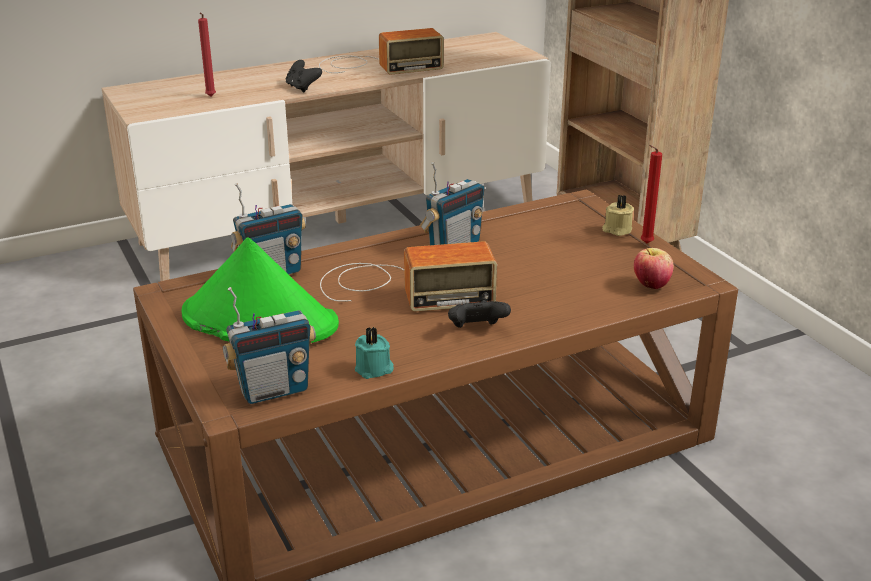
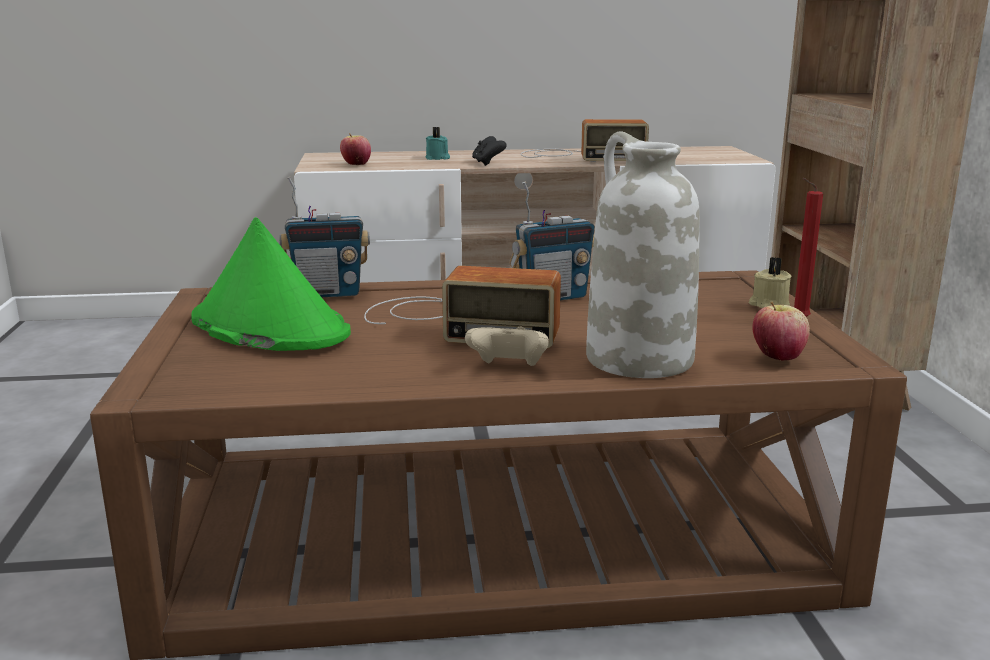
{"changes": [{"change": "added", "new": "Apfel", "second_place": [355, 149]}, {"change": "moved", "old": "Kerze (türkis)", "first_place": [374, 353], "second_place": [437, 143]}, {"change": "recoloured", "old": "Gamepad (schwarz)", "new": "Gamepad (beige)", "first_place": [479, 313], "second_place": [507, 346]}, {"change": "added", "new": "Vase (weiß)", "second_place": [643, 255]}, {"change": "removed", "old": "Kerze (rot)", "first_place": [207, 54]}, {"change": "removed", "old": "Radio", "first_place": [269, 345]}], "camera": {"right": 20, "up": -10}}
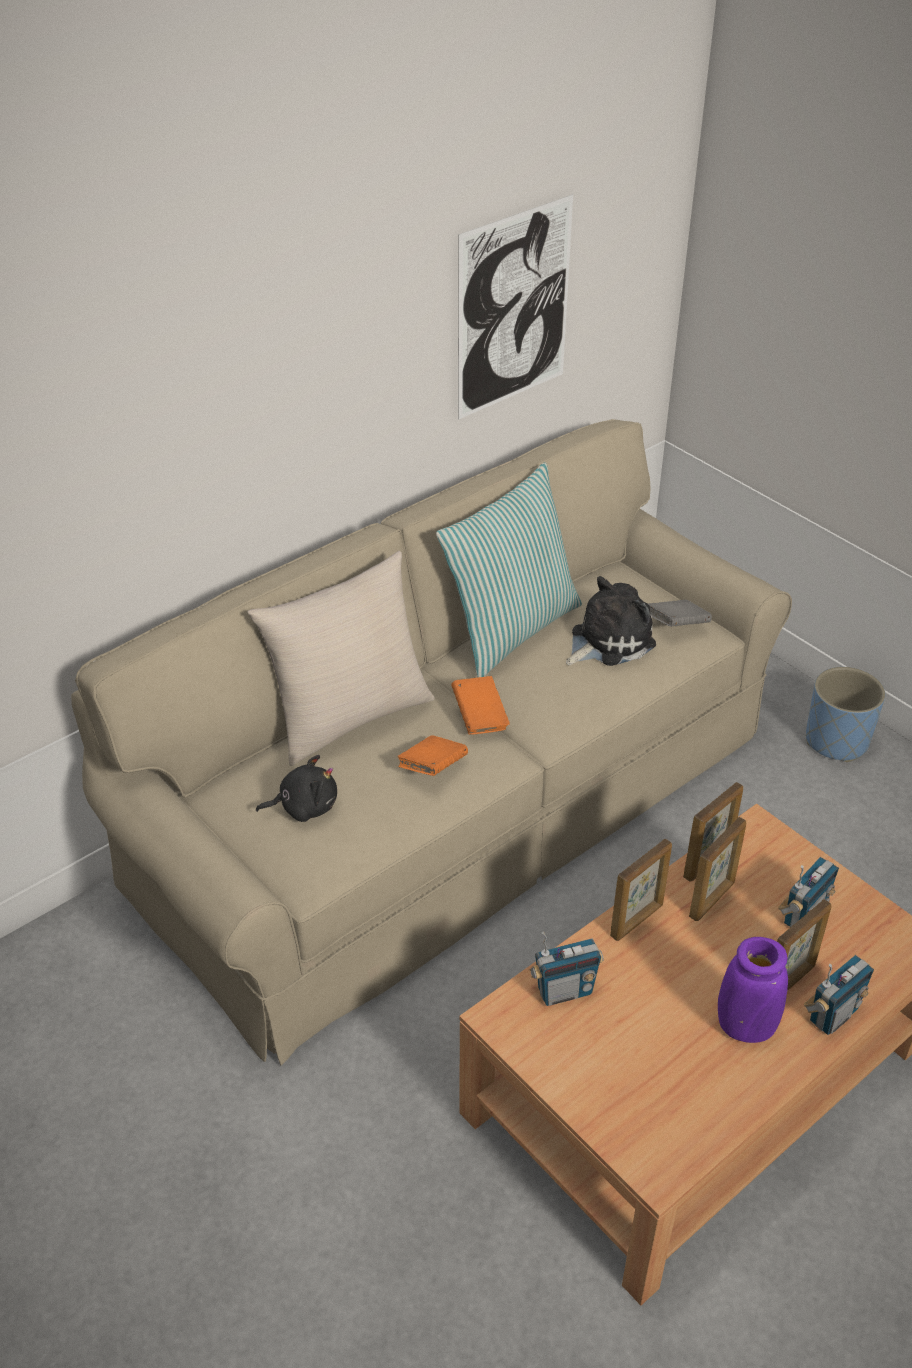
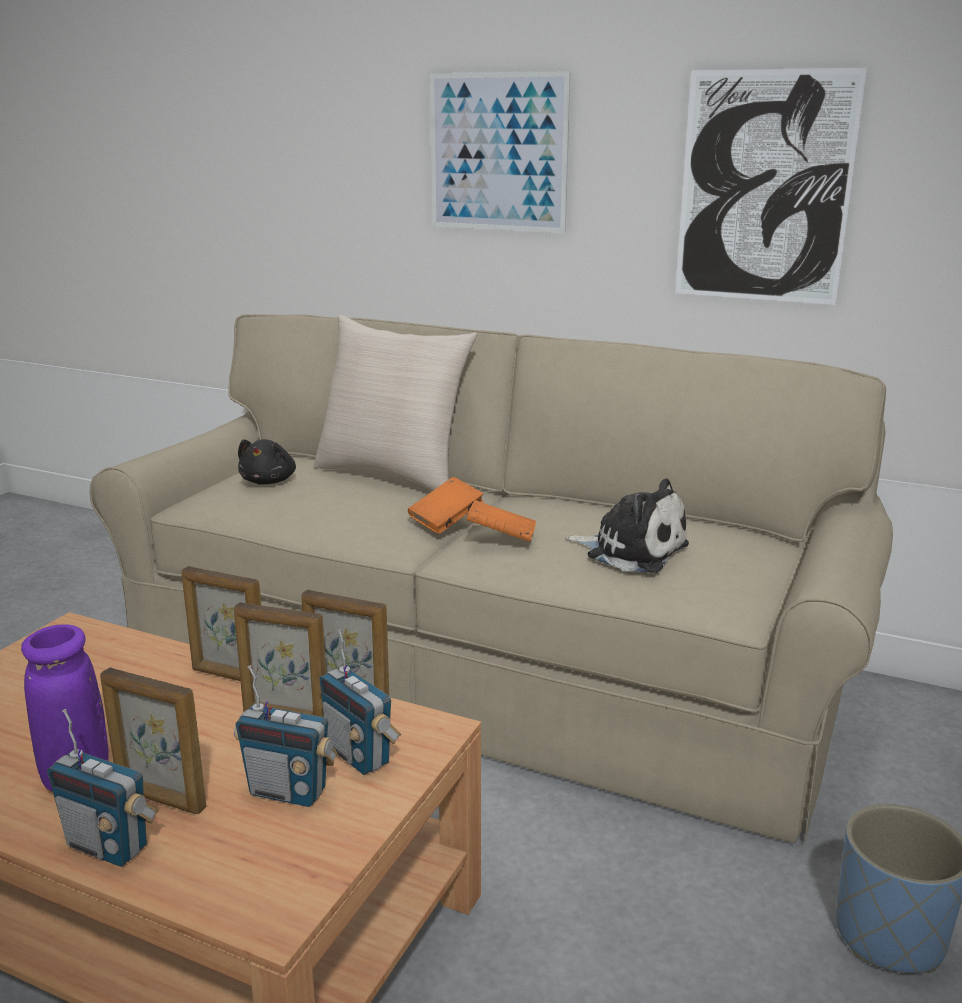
{"changes": [{"change": "turned", "old": "Plüschtier (schwarz)", "first_place": [296, 788], "second_place": [267, 461], "degrees": 45}, {"change": "moved", "old": "Radio", "first_place": [566, 968], "second_place": [360, 702]}, {"change": "added", "new": "Bild", "second_place": [500, 152]}, {"change": "moved", "old": "Buch (orange)", "first_place": [432, 755], "second_place": [501, 521]}, {"change": "removed", "old": "Kissen", "first_place": [509, 570]}, {"change": "removed", "old": "Buch (grau)", "first_place": [680, 613]}], "camera": {"right": 65, "up": -20}}
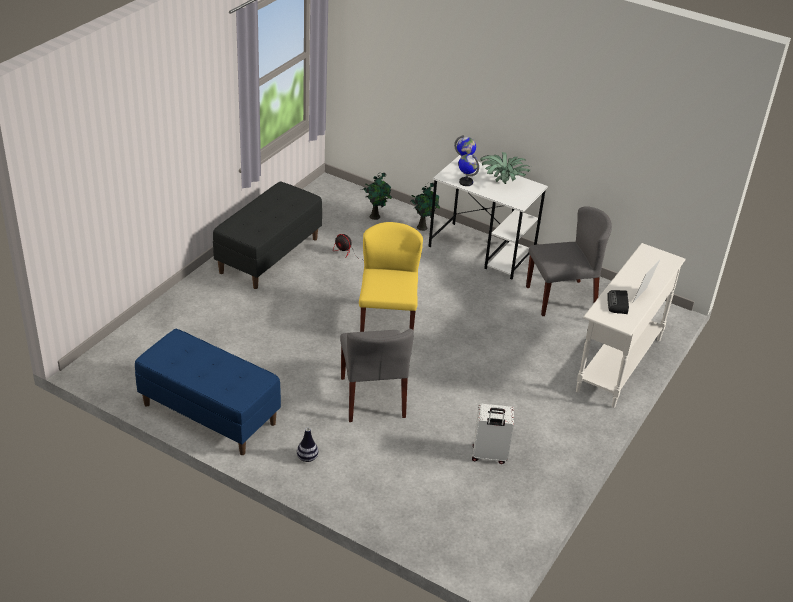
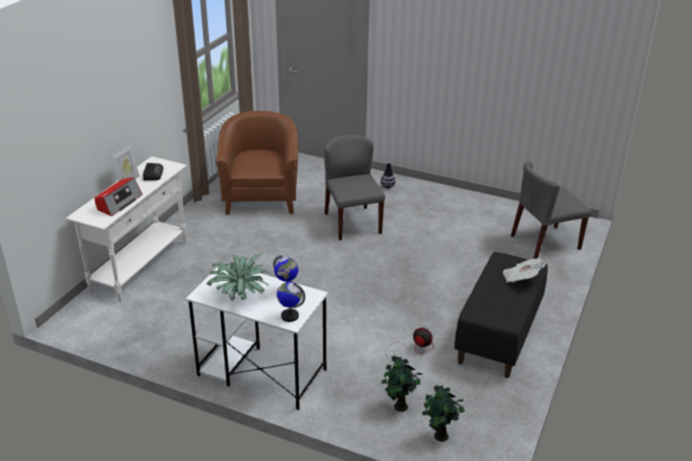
{"changes": [{"change": "added", "new": "Radio", "second_place": [118, 196]}, {"change": "replaced", "old": "Koffer (weiß)", "new": "Sessel (braun)", "first_place": [493, 434], "second_place": [257, 163]}, {"change": "moved", "old": "Topfpflanze", "first_place": [425, 207], "second_place": [443, 413]}, {"change": "added", "new": "Zeitung", "second_place": [524, 270]}, {"change": "moved", "old": "Stuhl (grau)", "first_place": [569, 261], "second_place": [551, 210]}, {"change": "removed", "old": "Bank (blau)", "first_place": [208, 392]}, {"change": "removed", "old": "Stuhl (gelb)", "first_place": [391, 277]}], "camera": {"right": 175, "up": -5}}
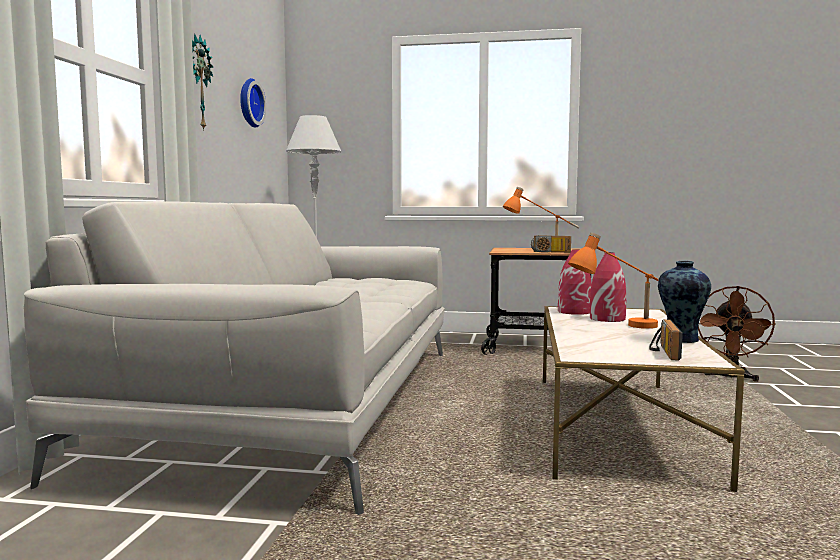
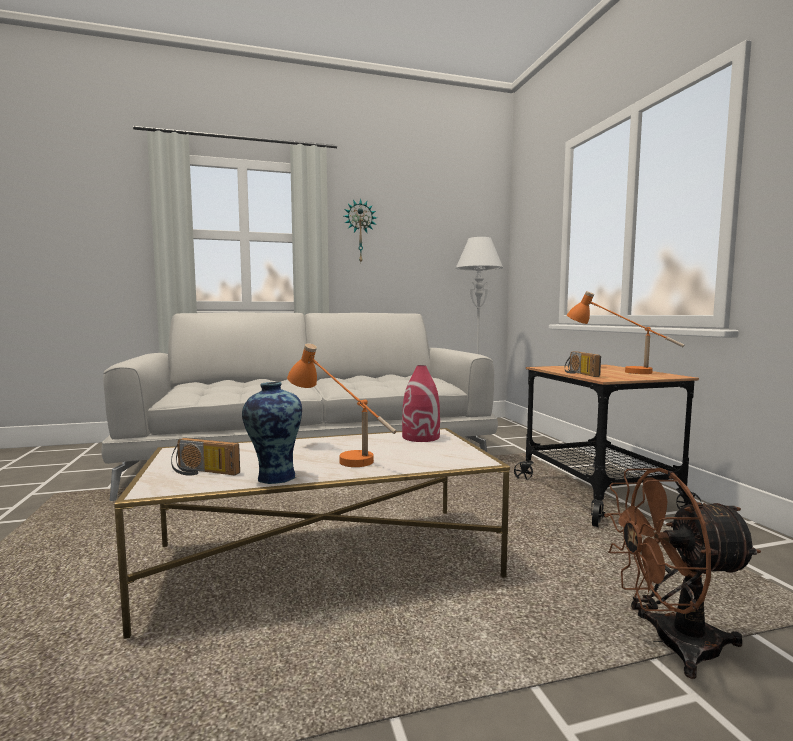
{"changes": [{"change": "turned", "old": "Radio", "first_place": [666, 340], "second_place": [205, 456], "degrees": -150}, {"change": "removed", "old": "Wanduhr", "first_place": [253, 103]}, {"change": "removed", "old": "Vase (rot)", "first_place": [608, 287]}], "camera": {"right": 65, "up": 0}}
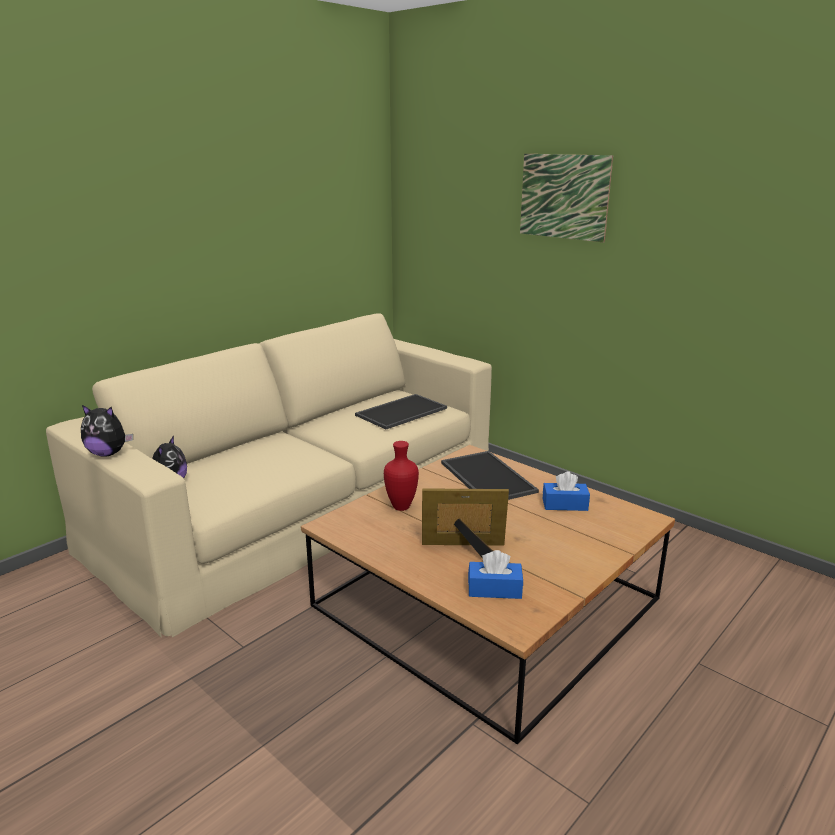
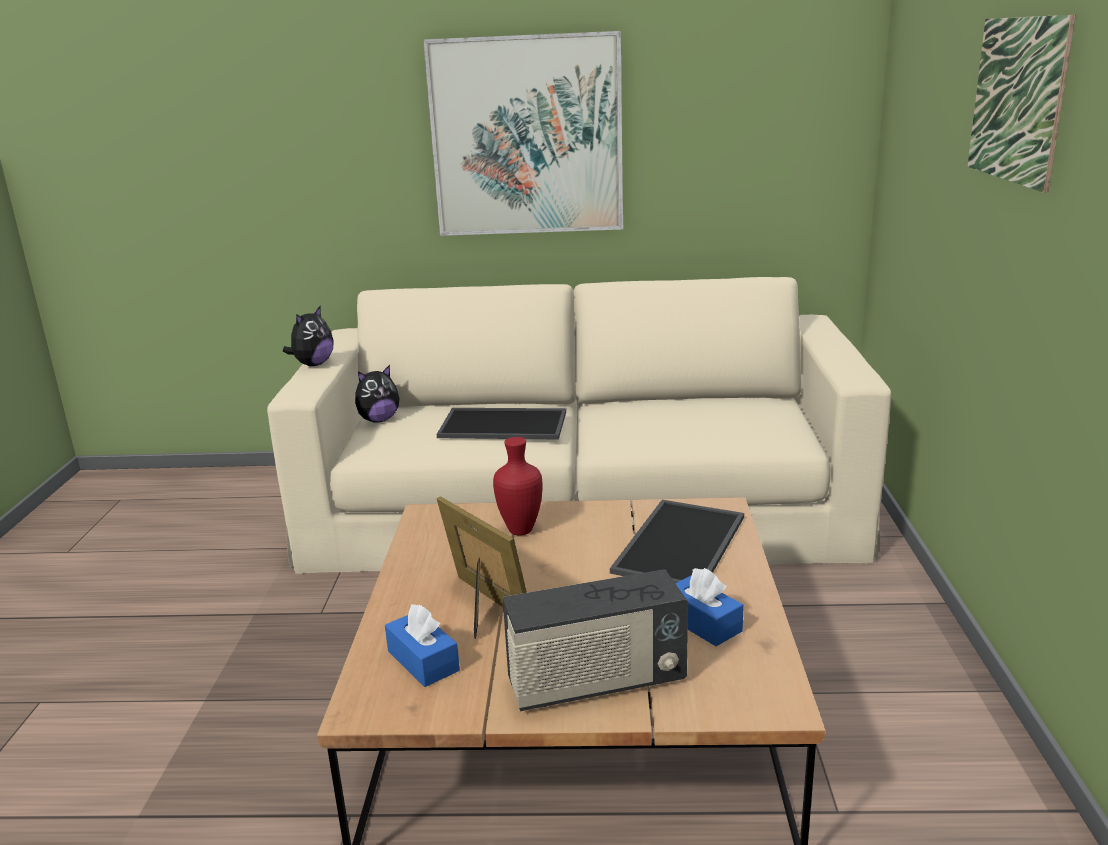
{"changes": [{"change": "turned", "old": "Plüschtier", "first_place": [107, 431], "second_place": [308, 336], "degrees": -120}, {"change": "added", "new": "Bild", "second_place": [523, 133]}, {"change": "moved", "old": "Tablett", "first_place": [401, 411], "second_place": [501, 424]}, {"change": "added", "new": "Radio", "second_place": [595, 640]}], "camera": {"right": 50, "up": 0}}
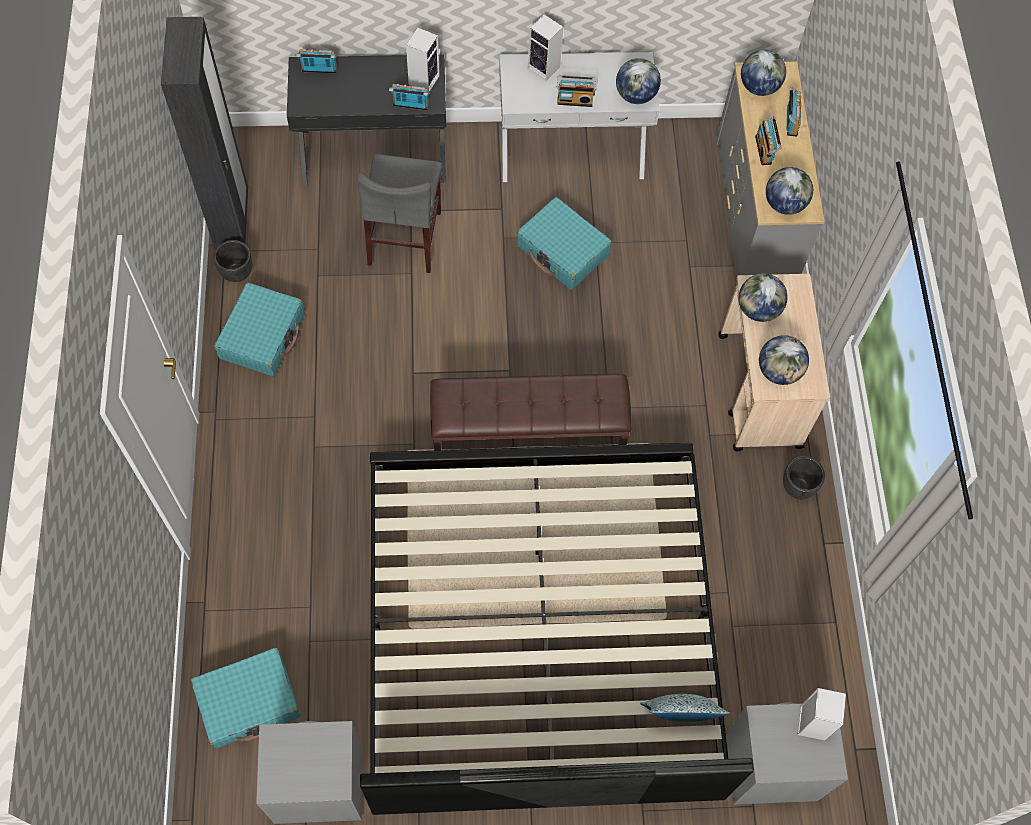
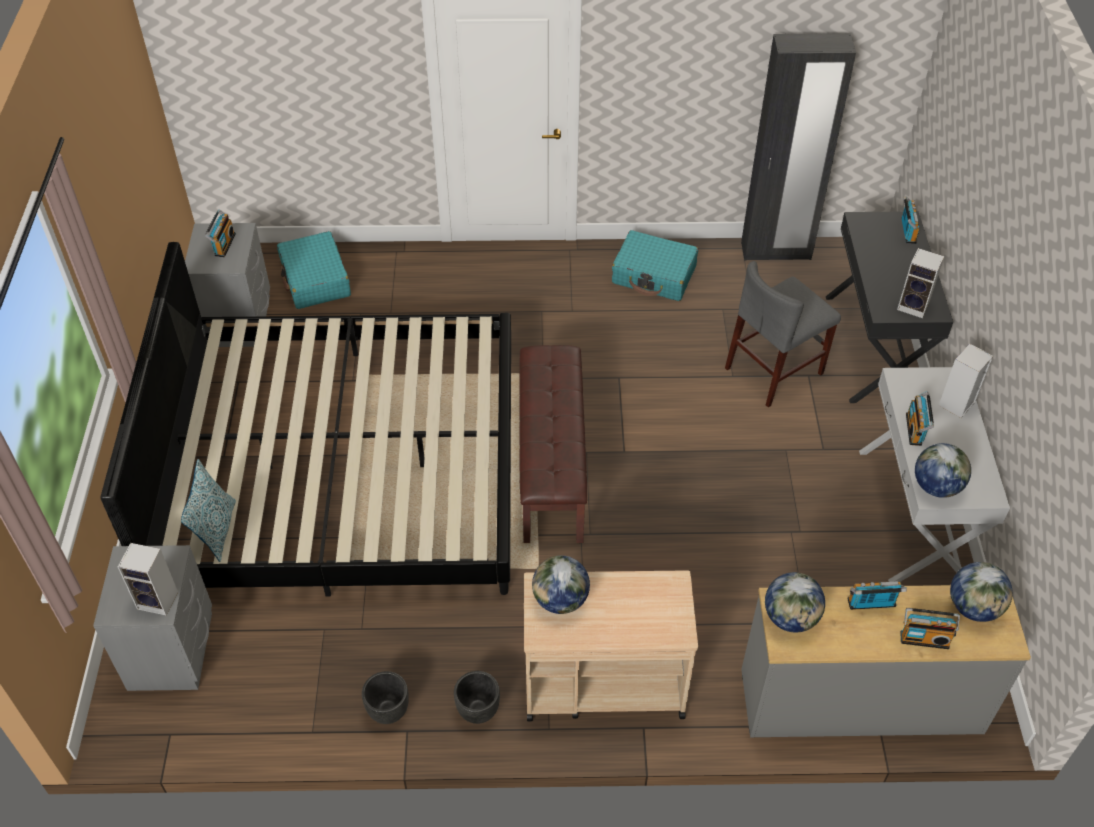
{"changes": [{"change": "moved", "old": "Radio", "first_place": [409, 97], "second_place": [220, 233]}, {"change": "moved", "old": "Pflanzkübel (schwarz)", "first_place": [233, 261], "second_place": [385, 697]}, {"change": "turned", "old": "Stuhl (grau)", "first_place": [399, 213], "second_place": [783, 334], "degrees": -45}, {"change": "removed", "old": "Koffer (türkis)", "first_place": [564, 243]}, {"change": "removed", "old": "Globus", "first_place": [763, 297]}], "camera": {"right": 95, "up": -15}}
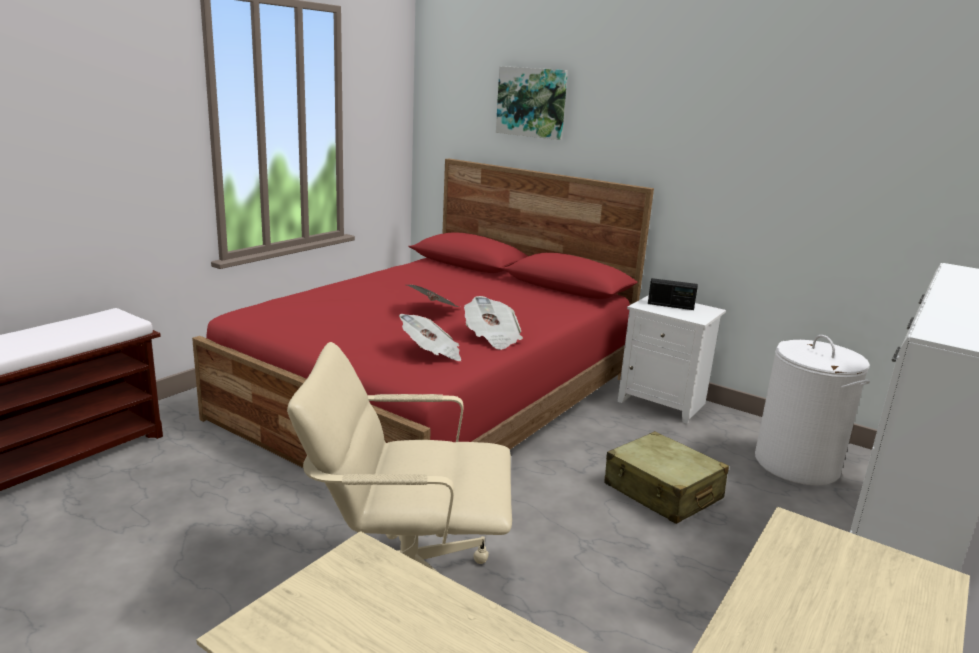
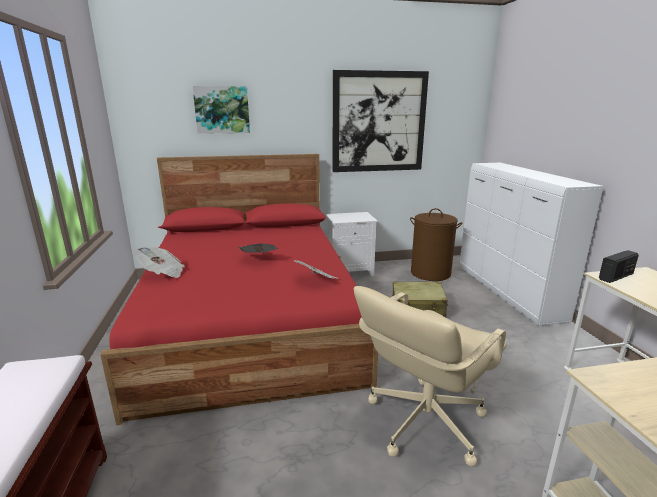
{"changes": [{"change": "moved", "old": "Zeitung", "first_place": [493, 323], "second_place": [160, 262]}, {"change": "added", "new": "Bild", "second_place": [380, 121]}, {"change": "recoloured", "old": "Wäschekorb (weiß)", "new": "Wäschekorb (braun)", "first_place": [812, 410], "second_place": [436, 244]}, {"change": "moved", "old": "Radio", "first_place": [673, 294], "second_place": [619, 266]}], "camera": {"right": -45, "up": 0}}
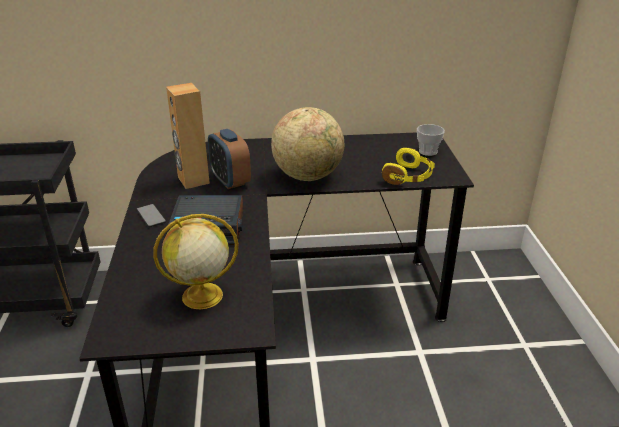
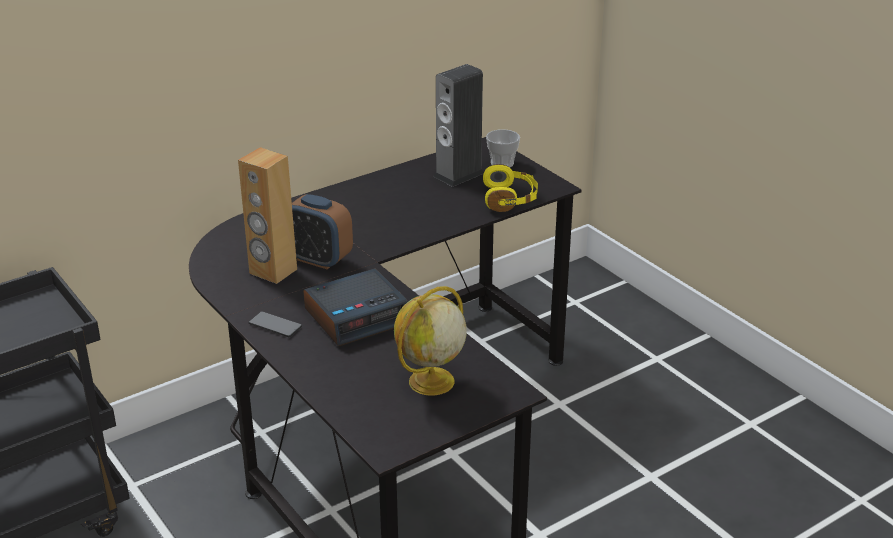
{"changes": [{"change": "added", "new": "Lautsprecher", "second_place": [458, 125]}, {"change": "removed", "old": "Globus", "first_place": [307, 144]}], "camera": {"right": -30, "up": 0}}
